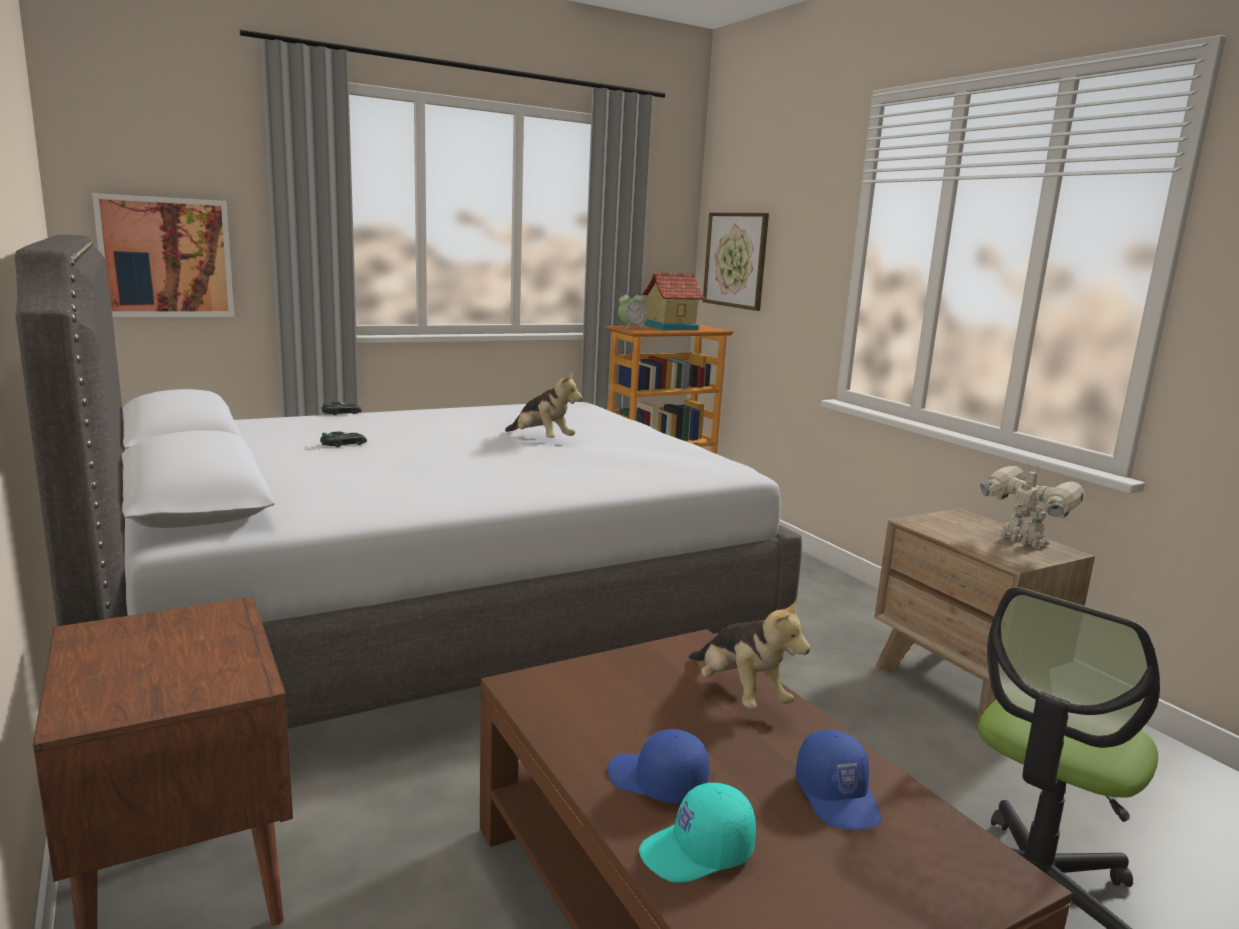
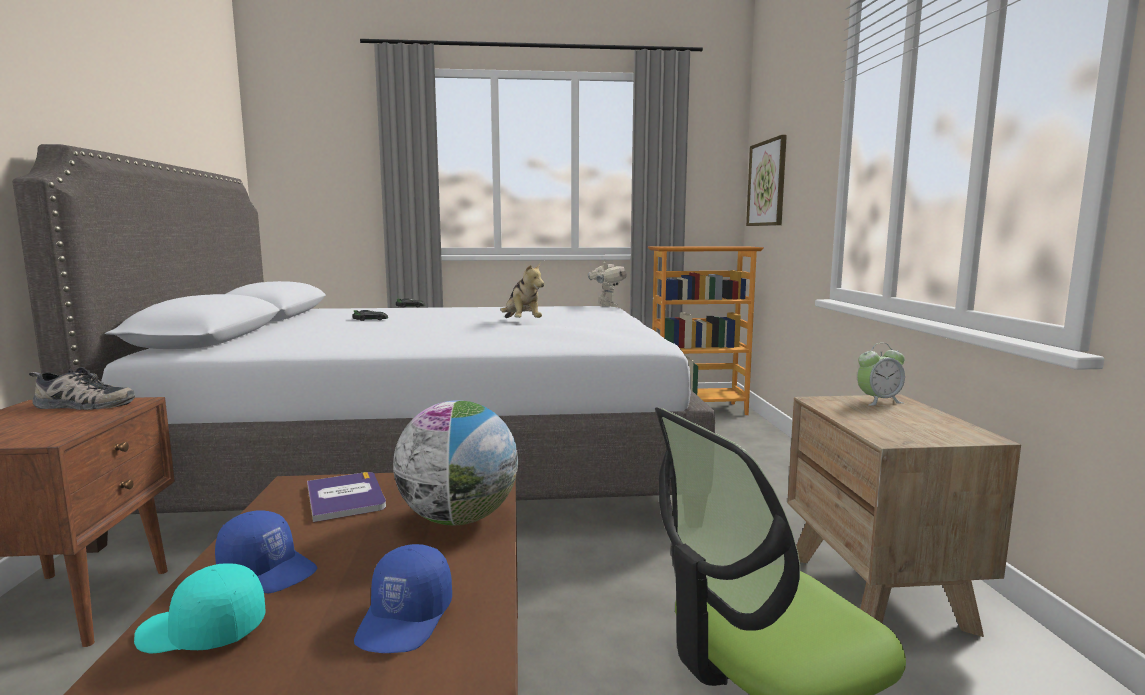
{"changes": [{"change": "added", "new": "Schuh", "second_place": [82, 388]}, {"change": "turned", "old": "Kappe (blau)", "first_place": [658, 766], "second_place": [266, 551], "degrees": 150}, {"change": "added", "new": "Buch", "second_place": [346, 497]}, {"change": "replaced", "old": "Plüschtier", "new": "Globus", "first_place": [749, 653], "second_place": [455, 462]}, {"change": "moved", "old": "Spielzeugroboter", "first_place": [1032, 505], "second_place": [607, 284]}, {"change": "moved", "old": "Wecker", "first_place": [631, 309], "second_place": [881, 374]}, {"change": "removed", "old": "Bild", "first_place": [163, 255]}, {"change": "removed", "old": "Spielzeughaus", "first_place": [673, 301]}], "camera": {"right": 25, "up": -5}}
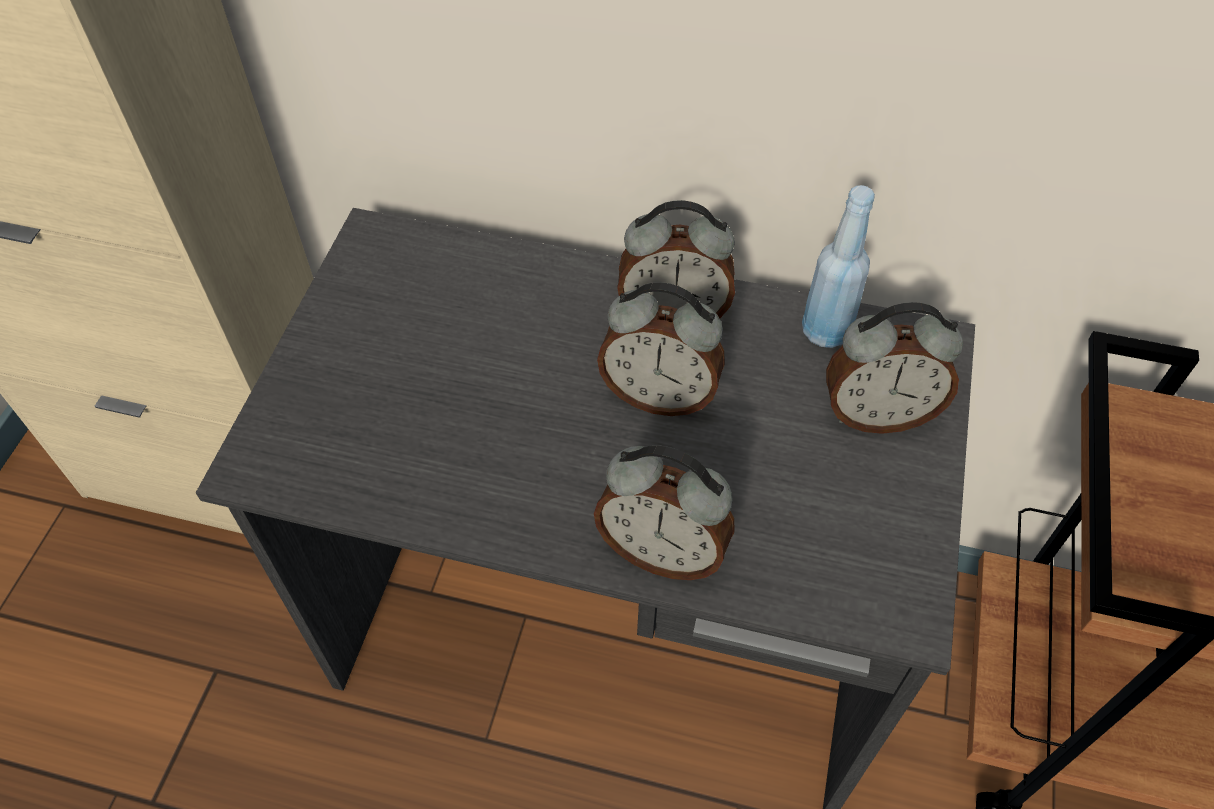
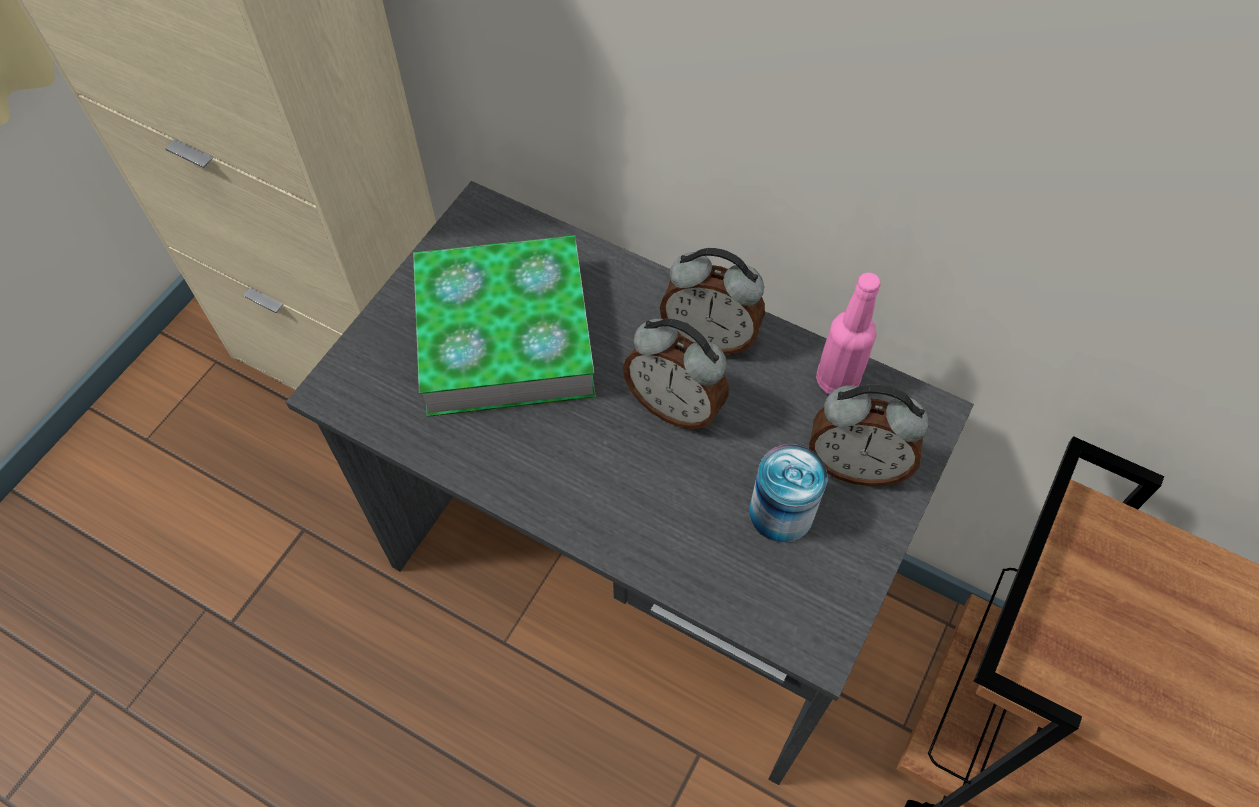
{"changes": [{"change": "added", "new": "Buch", "second_place": [504, 326]}, {"change": "added", "new": "Dose", "second_place": [788, 493]}, {"change": "recoloured", "old": "Flasche (blau)", "new": "Flasche (rosa)", "first_place": [838, 266], "second_place": [848, 333]}, {"change": "removed", "old": "Wecker", "first_place": [664, 512]}], "camera": {"right": 15, "up": 5}}
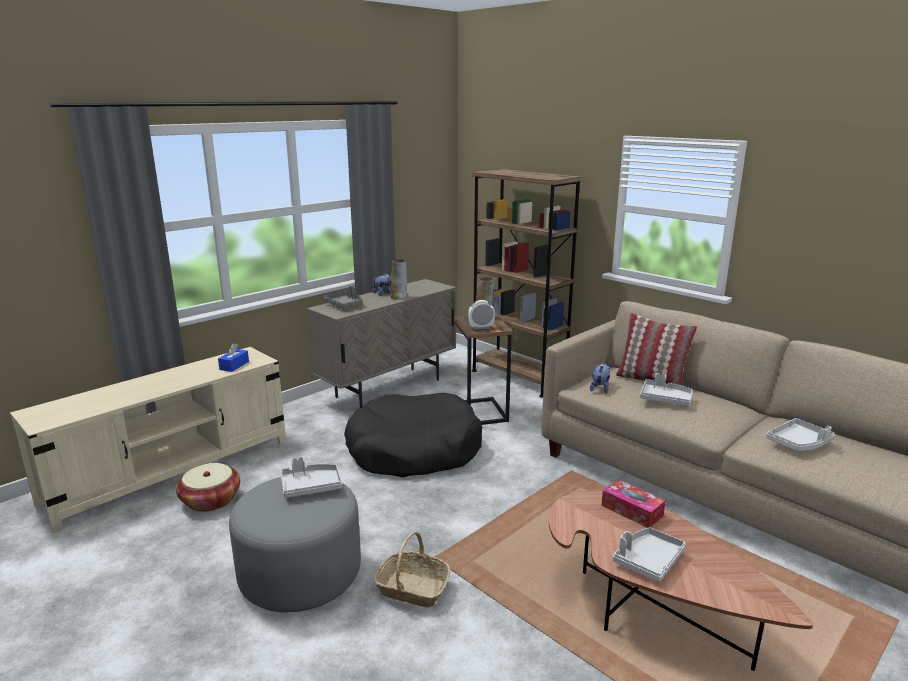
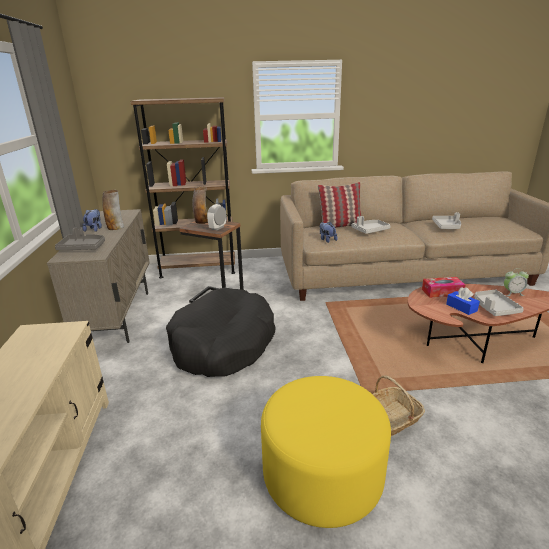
{"changes": [{"change": "recoloured", "old": "Polsterhocker (grau)", "new": "Polsterhocker (gelb)", "first_place": [295, 544], "second_place": [326, 452]}, {"change": "moved", "old": "Taschentuchbox (blau)", "first_place": [233, 357], "second_place": [463, 301]}, {"change": "added", "new": "Wecker", "second_place": [516, 282]}, {"change": "removed", "old": "Korb", "first_place": [208, 487]}, {"change": "removed", "old": "Tablett (grau)", "first_place": [311, 477]}], "camera": {"right": -50, "up": 5}}
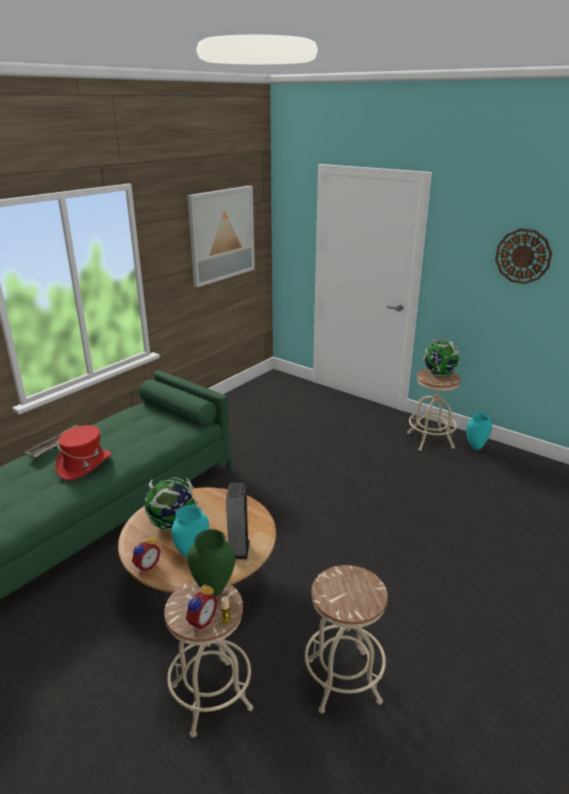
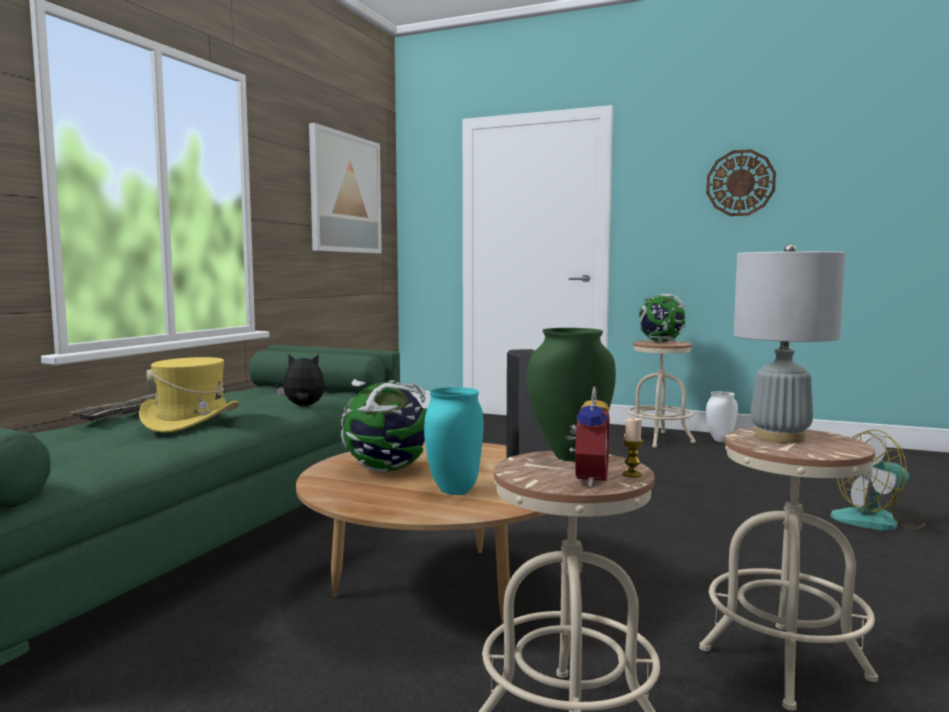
{"changes": [{"change": "recoloured", "old": "Hut (rot)", "new": "Hut (gelb)", "first_place": [83, 452], "second_place": [189, 395]}, {"change": "added", "new": "Plüschtier", "second_place": [301, 380]}, {"change": "recoloured", "old": "Vase (türkis)", "new": "Vase (weiß)", "first_place": [479, 431], "second_place": [722, 416]}, {"change": "added", "new": "Tischlampe (grau)", "second_place": [789, 343]}, {"change": "added", "new": "Ventilator", "second_place": [878, 480]}, {"change": "removed", "old": "Wecker", "first_place": [146, 553]}], "camera": {"right": -15, "up": -20}}
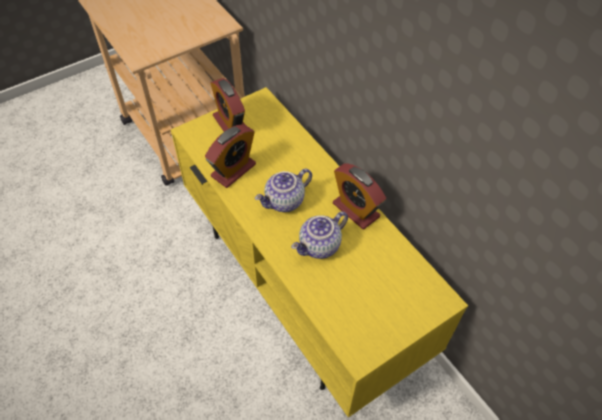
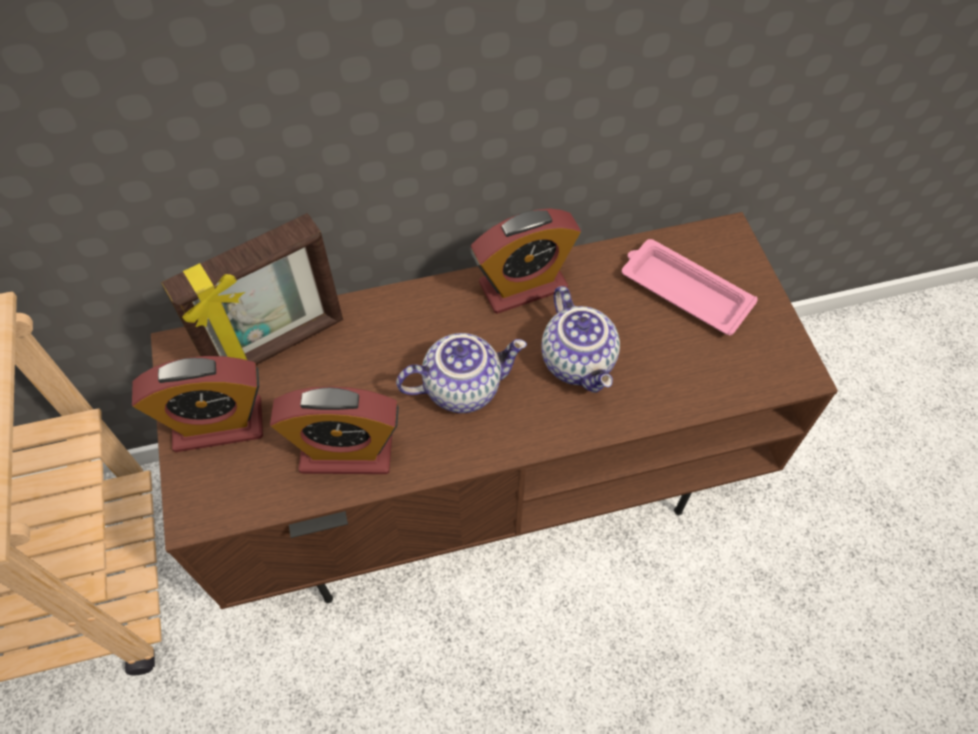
{"changes": [{"change": "recoloured", "old": "Fernsehschrank (gelb)", "new": "Fernsehschrank (braun)", "first_place": [319, 252], "second_place": [494, 410]}, {"change": "added", "new": "Bilderrahmen", "second_place": [252, 289]}, {"change": "turned", "old": "Wecker", "first_place": [230, 156], "second_place": [334, 430], "degrees": 120}, {"change": "turned", "old": "Teekanne", "first_place": [283, 190], "second_place": [461, 373], "degrees": -90}, {"change": "added", "new": "Tablett (rosa)", "second_place": [690, 287]}], "camera": {"right": -70, "up": 5}}
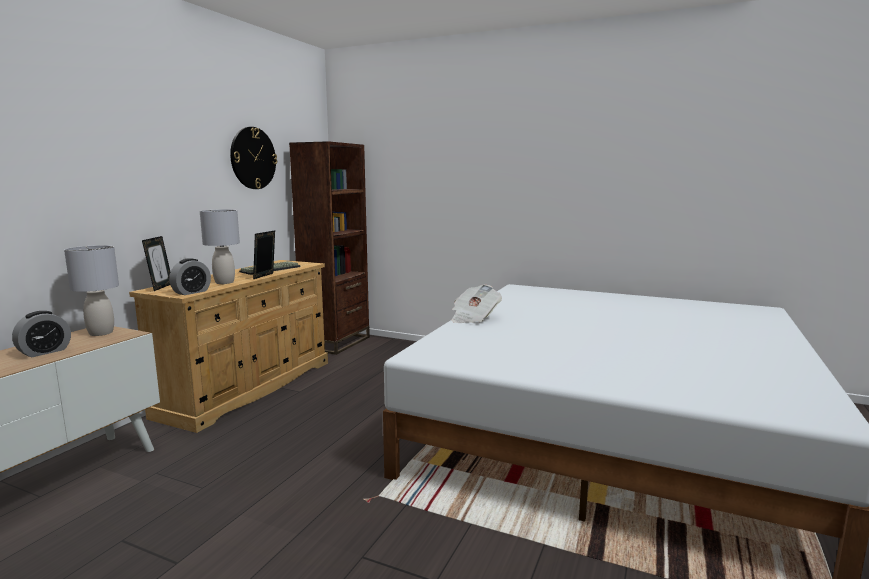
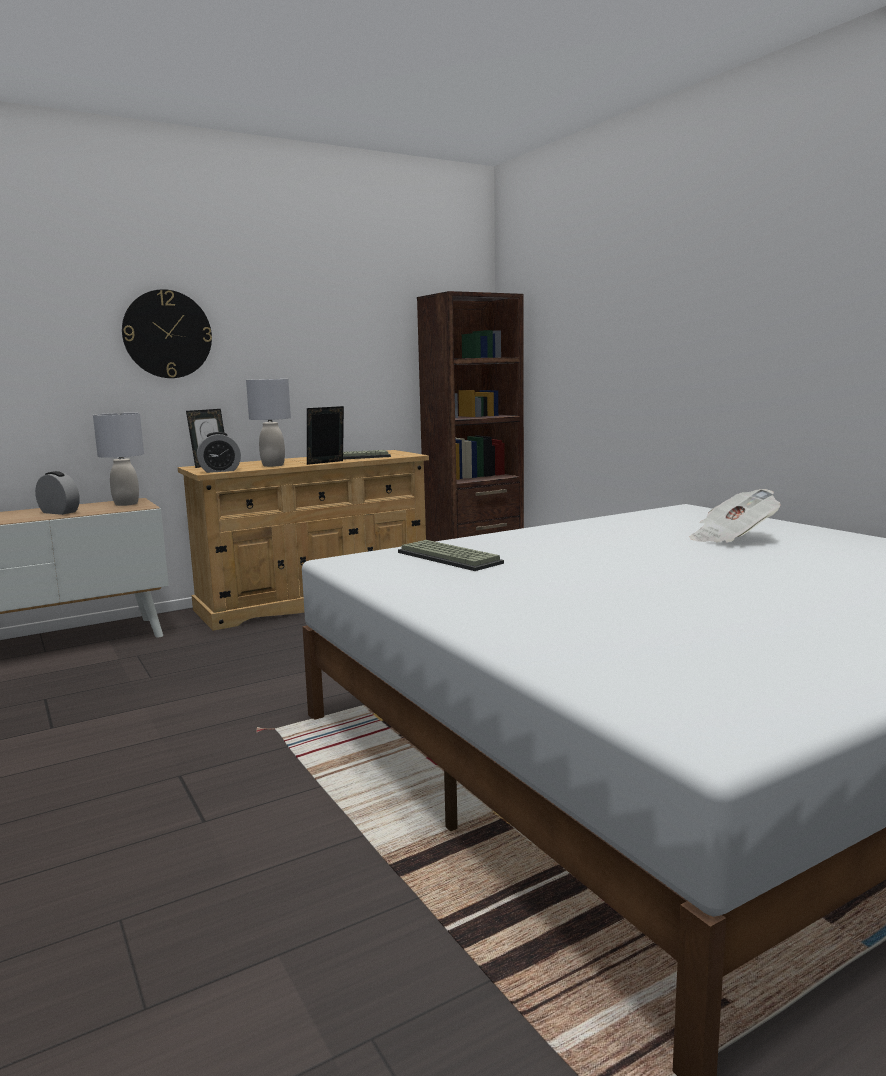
{"changes": [{"change": "turned", "old": "Wecker", "first_place": [41, 334], "second_place": [57, 493], "degrees": -135}, {"change": "moved", "old": "Wanduhr", "first_place": [253, 158], "second_place": [167, 333]}, {"change": "added", "new": "Tastatur", "second_place": [451, 555]}, {"change": "moved", "old": "Zeitung", "first_place": [477, 304], "second_place": [735, 515]}], "camera": {"right": 35, "up": 0}}
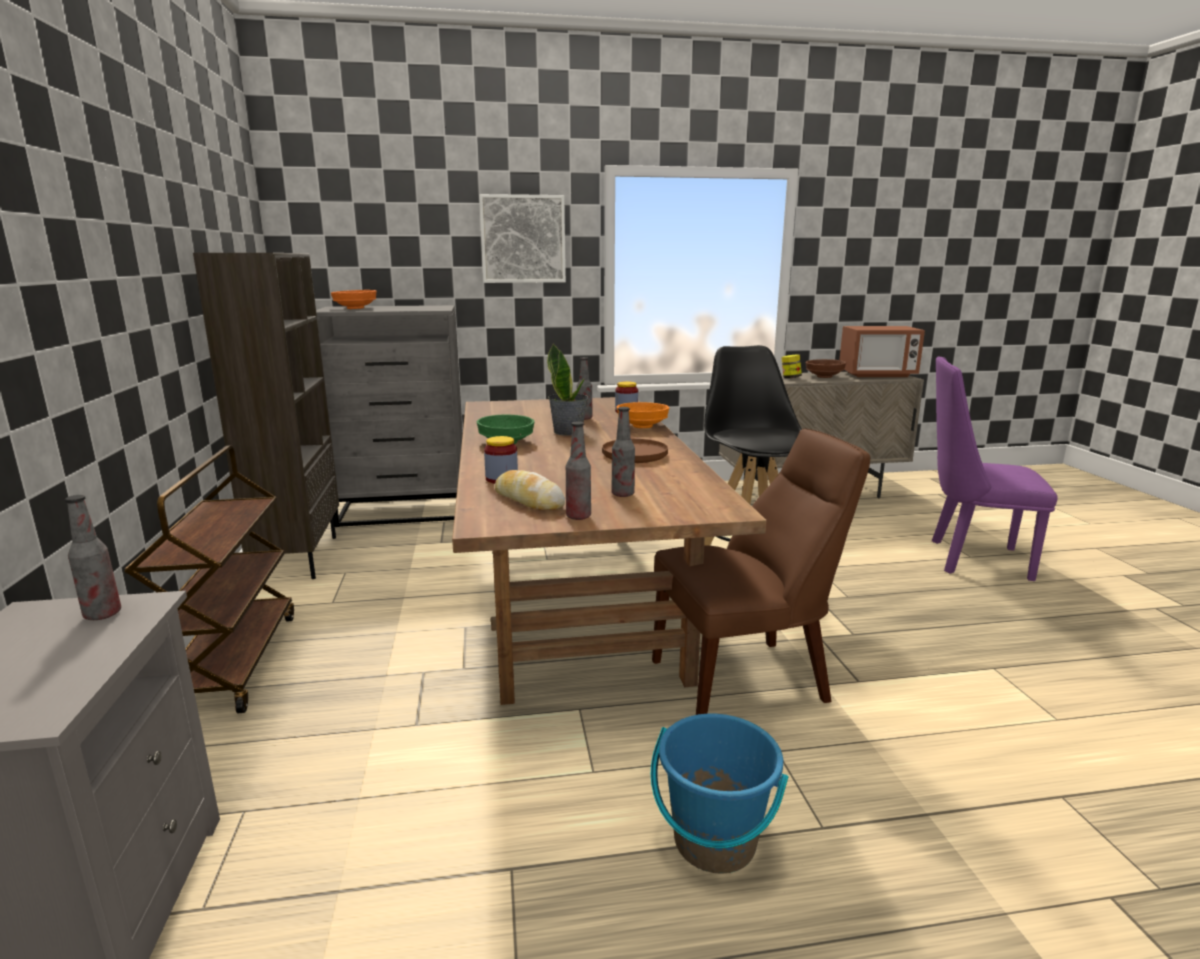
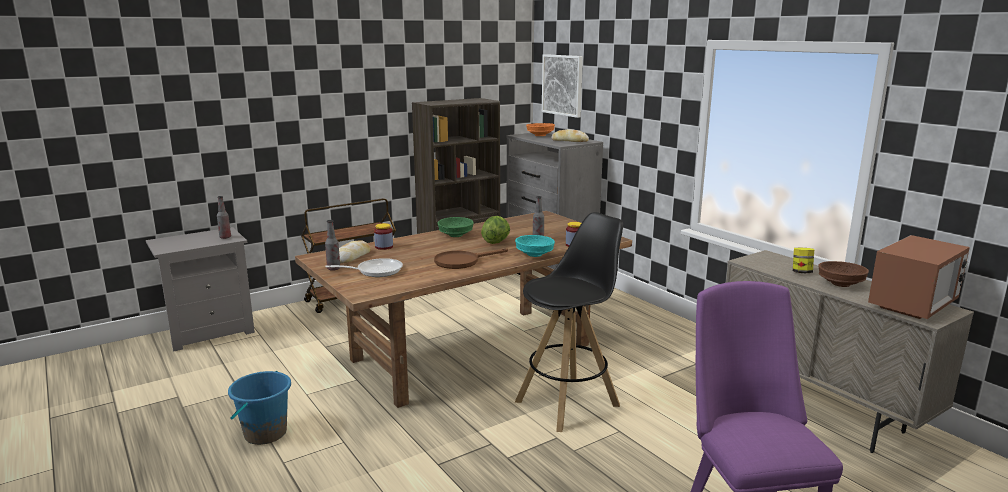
{"changes": [{"change": "replaced", "old": "Flasche", "new": "Pfanne", "first_place": [623, 452], "second_place": [364, 267]}, {"change": "replaced", "old": "Topfpflanze", "new": "Salatkopf", "first_place": [567, 390], "second_place": [495, 230]}, {"change": "recoloured", "old": "Schüssel (orange)", "new": "Schüssel (türkis)", "first_place": [643, 415], "second_place": [535, 246]}, {"change": "moved", "old": "Bild", "first_place": [522, 238], "second_place": [562, 86]}, {"change": "added", "new": "Brot", "second_place": [570, 135]}, {"change": "turned", "old": "Mikrowelle", "first_place": [882, 351], "second_place": [919, 277], "degrees": -105}, {"change": "removed", "old": "Stuhl (braun)", "first_place": [761, 571]}], "camera": {"right": 65, "up": 0}}
